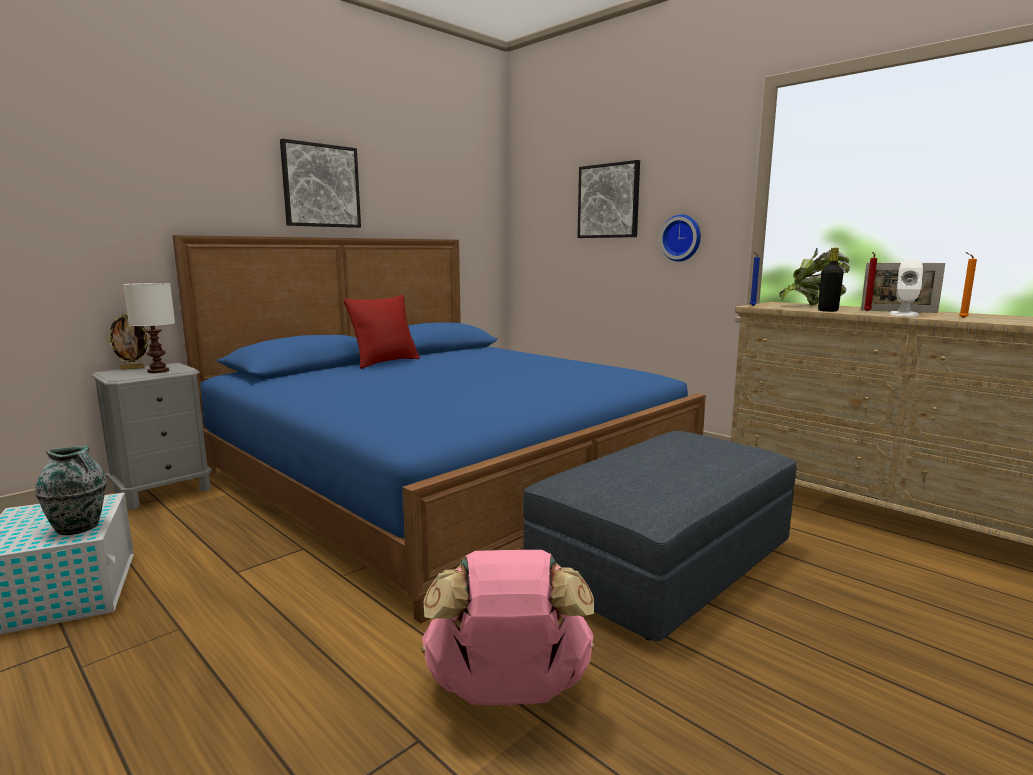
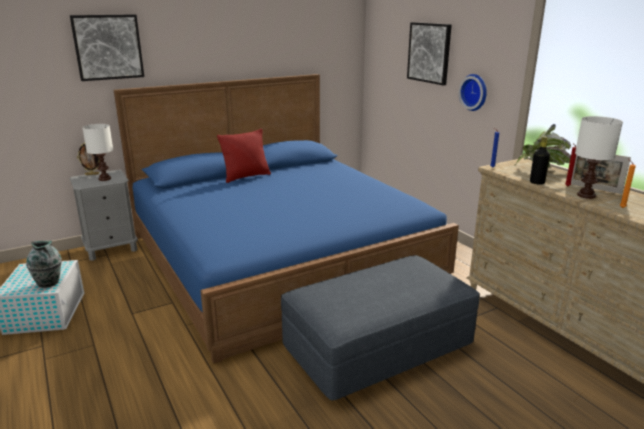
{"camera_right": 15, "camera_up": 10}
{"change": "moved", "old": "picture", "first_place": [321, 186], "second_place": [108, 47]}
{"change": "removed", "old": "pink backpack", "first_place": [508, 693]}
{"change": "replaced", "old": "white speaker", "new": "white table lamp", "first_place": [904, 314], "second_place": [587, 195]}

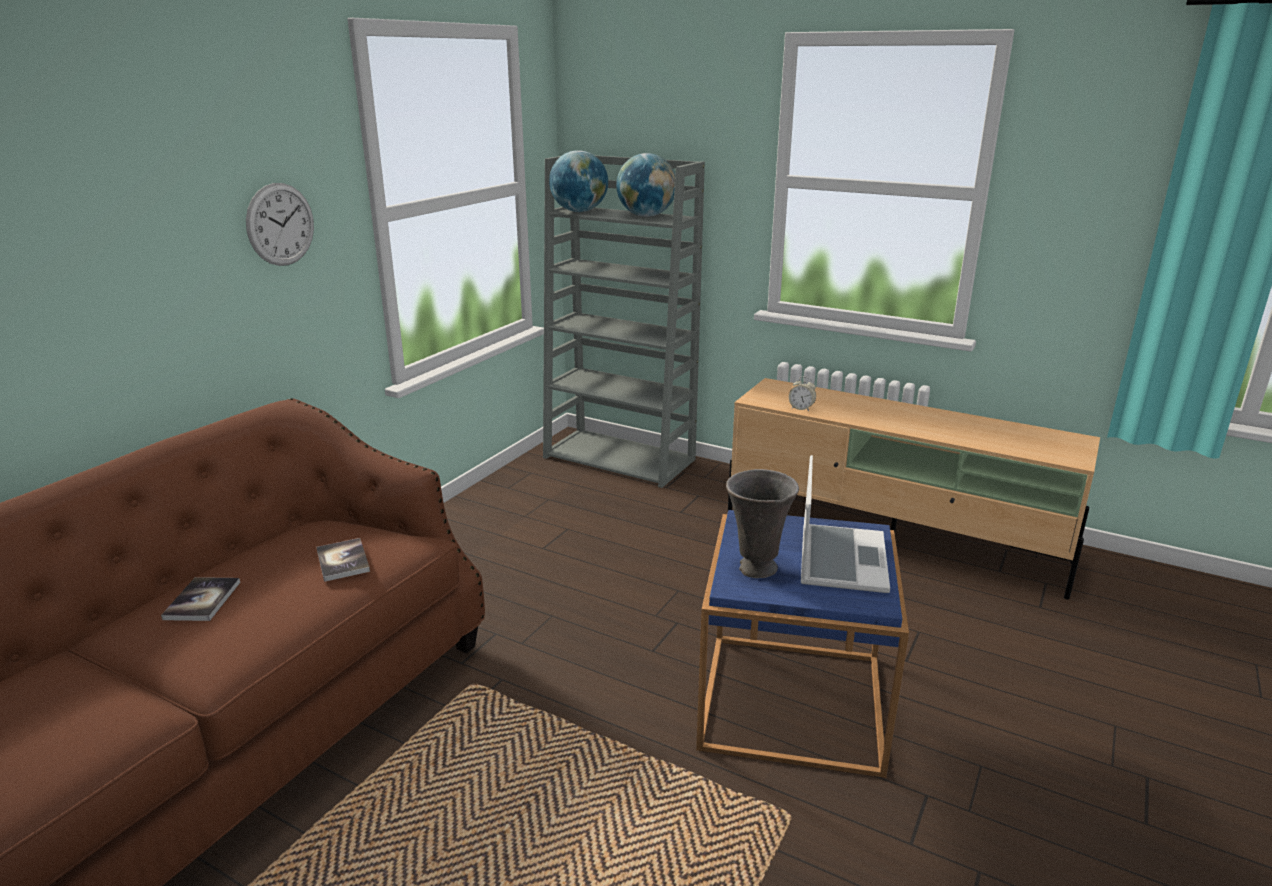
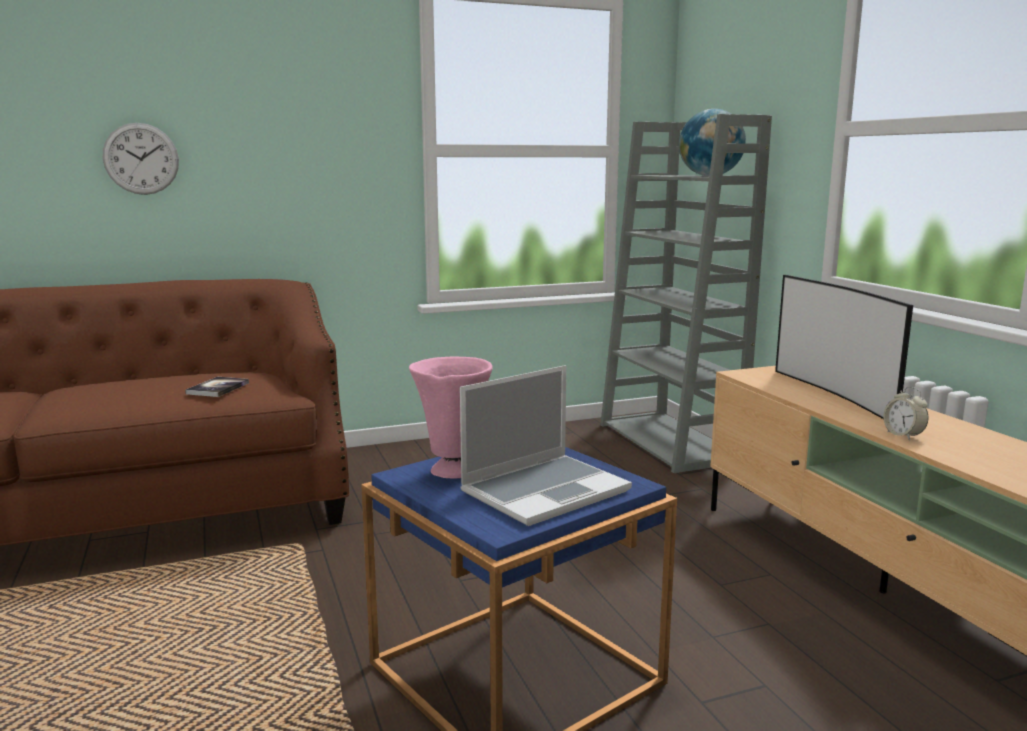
{"camera_right": 40, "camera_up": -10}
{"change": "removed", "old": "book", "first_place": [202, 600]}
{"change": "moved", "old": "wall clock", "first_place": [280, 224], "second_place": [141, 159]}
{"change": "removed", "old": "globe", "first_place": [579, 211]}
{"change": "recoloured", "old": "grey vase", "new": "pink vase", "first_place": [756, 569], "second_place": [452, 471]}
{"change": "moved", "old": "alarm clock", "first_place": [801, 408], "second_place": [903, 435]}
{"change": "added", "new": "television", "second_place": [836, 395]}

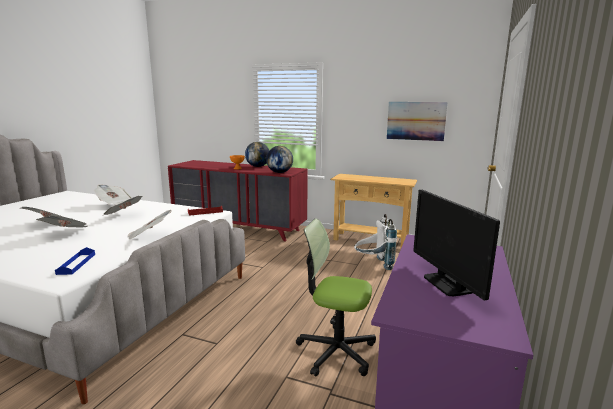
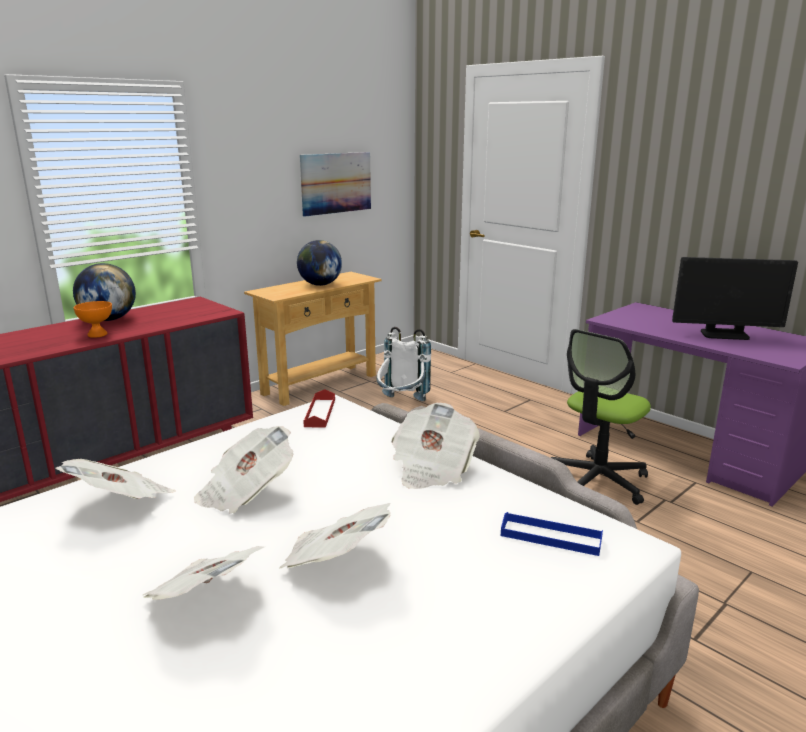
{"camera_right": -65, "camera_up": 5}
{"change": "moved", "old": "globe", "first_place": [279, 172], "second_place": [320, 285]}

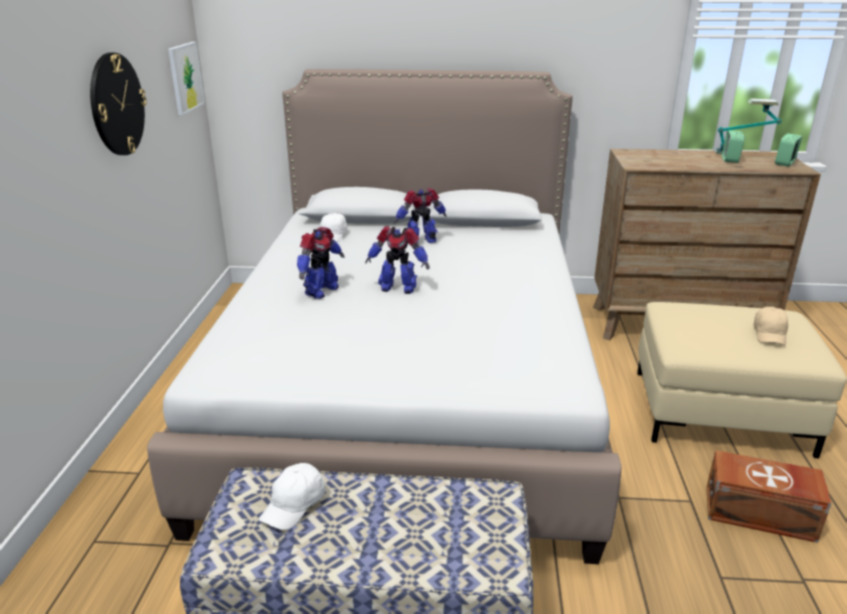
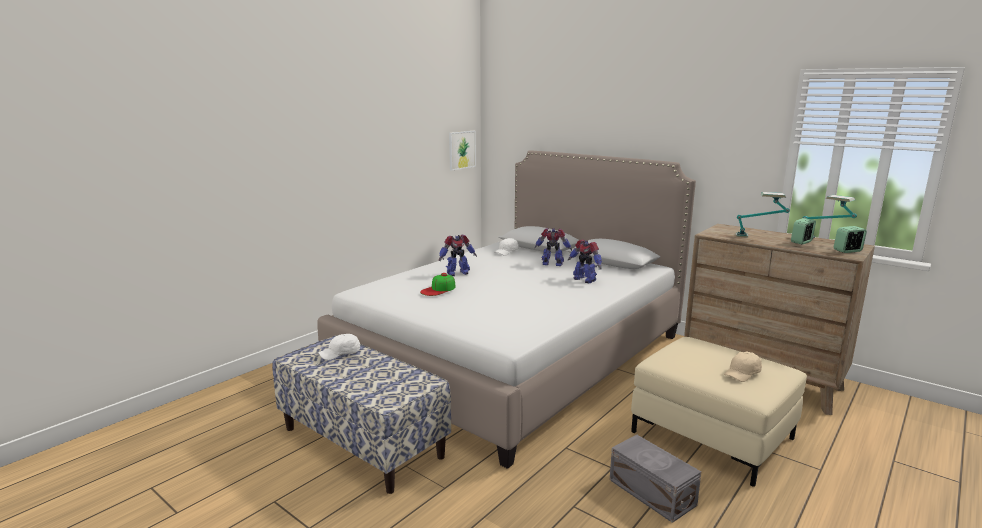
{"camera_right": 35, "camera_up": -10}
{"change": "removed", "old": "wall clock", "first_place": [117, 104]}
{"change": "moved", "old": "toy robot", "first_place": [397, 288], "second_place": [584, 279]}
{"change": "recoloured", "old": "brown storage box", "new": "grey storage box", "first_place": [761, 515], "second_place": [652, 493]}
{"change": "added", "new": "cap", "second_place": [438, 289]}
{"change": "added", "new": "table lamp", "second_place": [759, 237]}

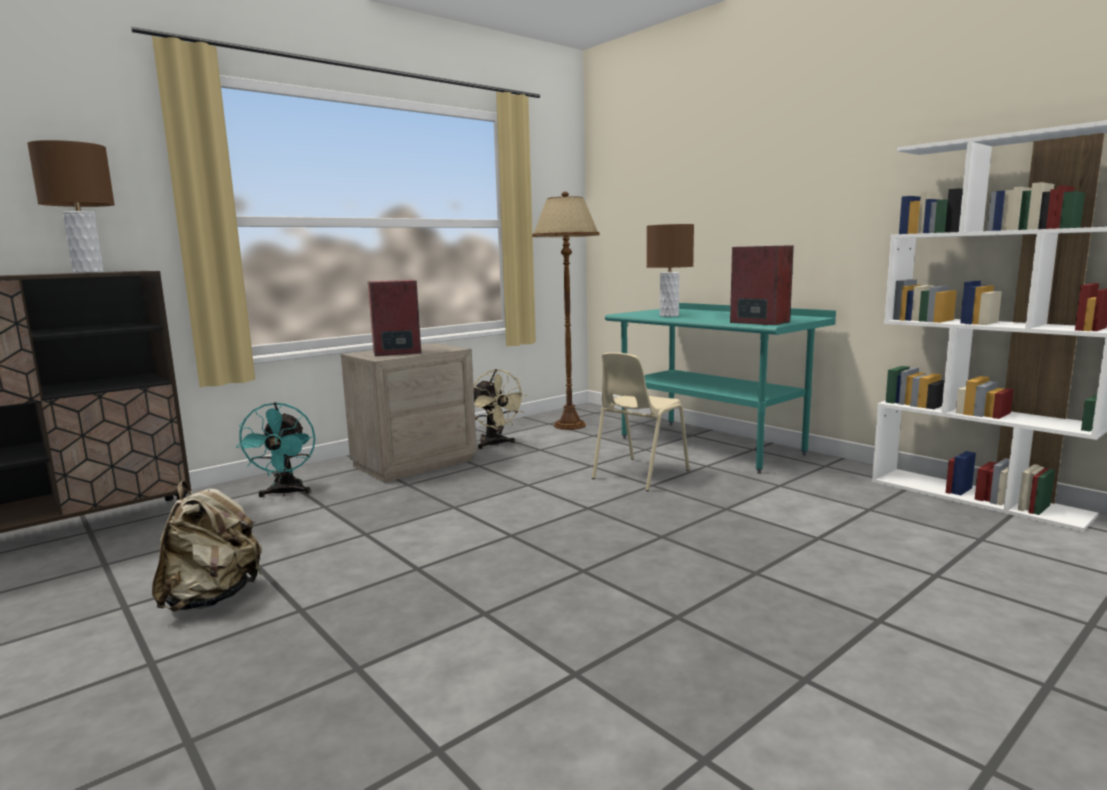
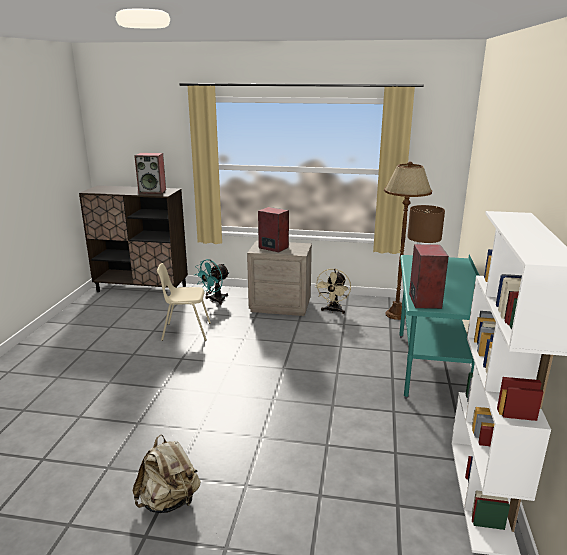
{"camera_right": 50, "camera_up": 10}
{"change": "replaced", "old": "brown table lamp", "new": "speaker", "first_place": [88, 272], "second_place": [153, 191]}
{"change": "moved", "old": "beige backpack", "first_place": [212, 598], "second_place": [169, 501]}
{"change": "moved", "old": "beige chair", "first_place": [639, 474], "second_place": [186, 332]}

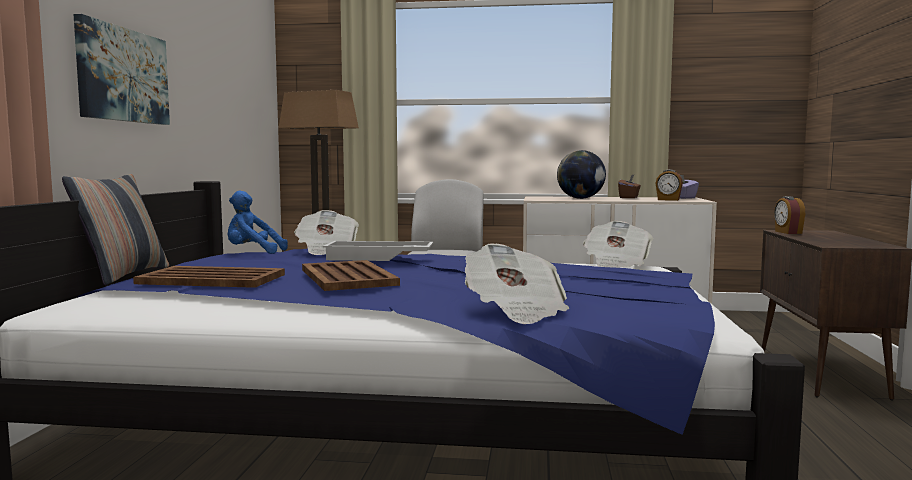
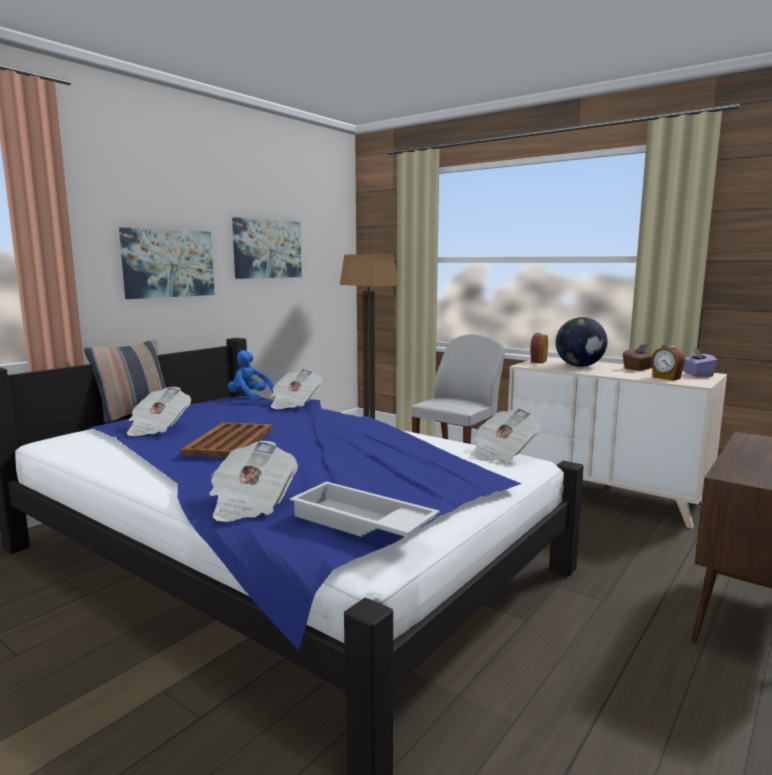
{"camera_right": 30, "camera_up": 5}
{"change": "replaced", "old": "brown tray", "new": "newspaper", "first_place": [213, 279], "second_place": [158, 428]}
{"change": "moved", "old": "white tray", "first_place": [378, 258], "second_place": [360, 523]}
{"change": "moved", "old": "alarm clock", "first_place": [787, 232], "second_place": [538, 361]}
{"change": "added", "new": "picture", "second_place": [267, 249]}

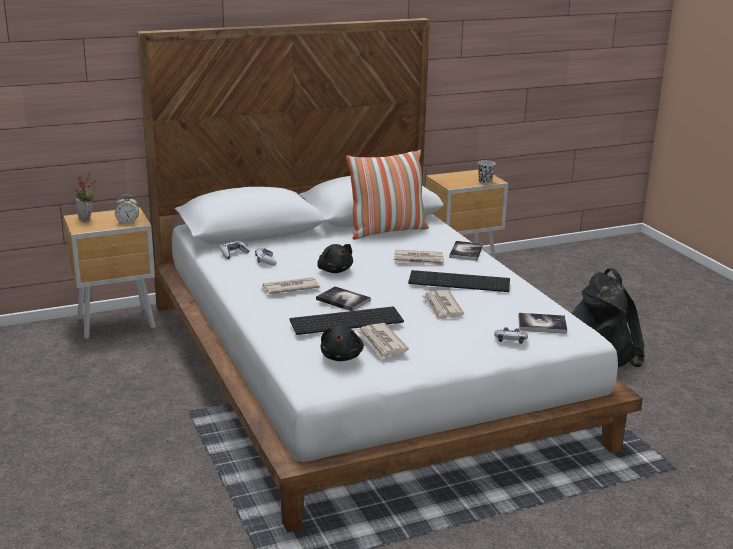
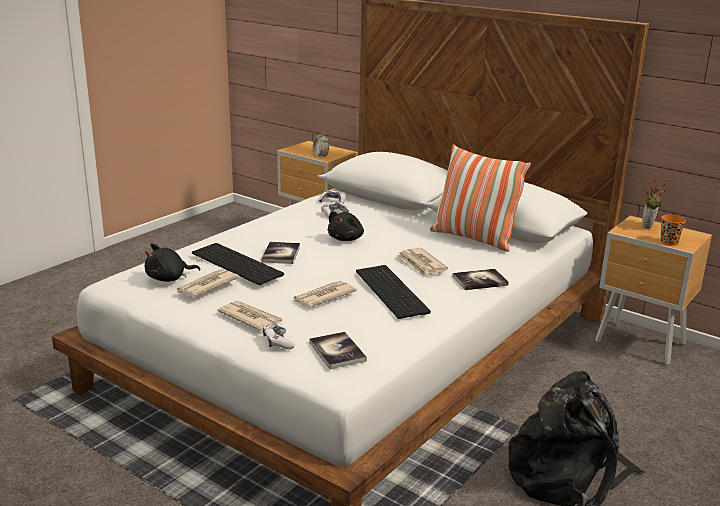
{"camera_right": 60, "camera_up": 0}
{"change": "moved", "old": "potted plant", "first_place": [87, 219], "second_place": [649, 227]}
{"change": "moved", "old": "newspaper", "first_place": [289, 288], "second_place": [250, 318]}
{"change": "recoloured", "old": "black cup", "new": "orange cup", "first_place": [485, 182], "second_place": [669, 242]}

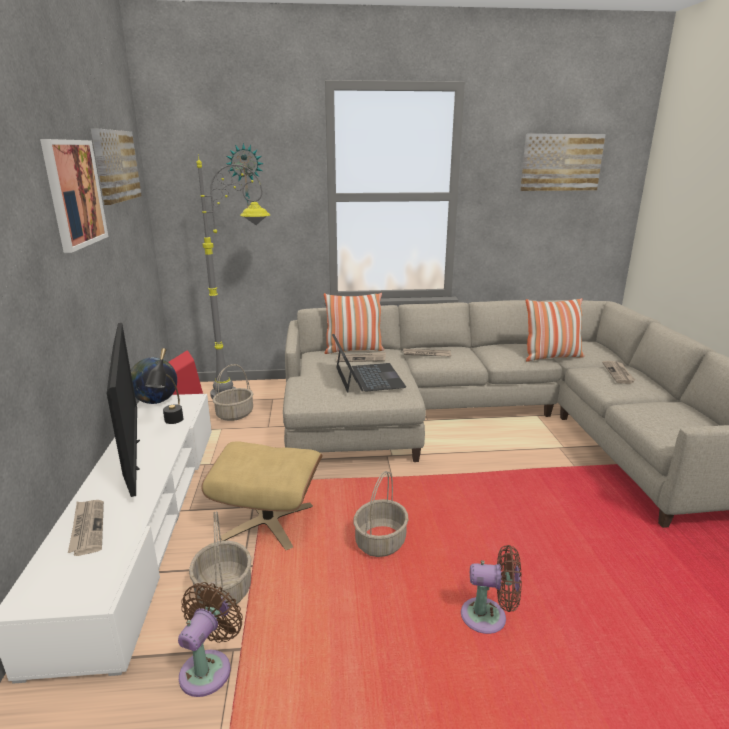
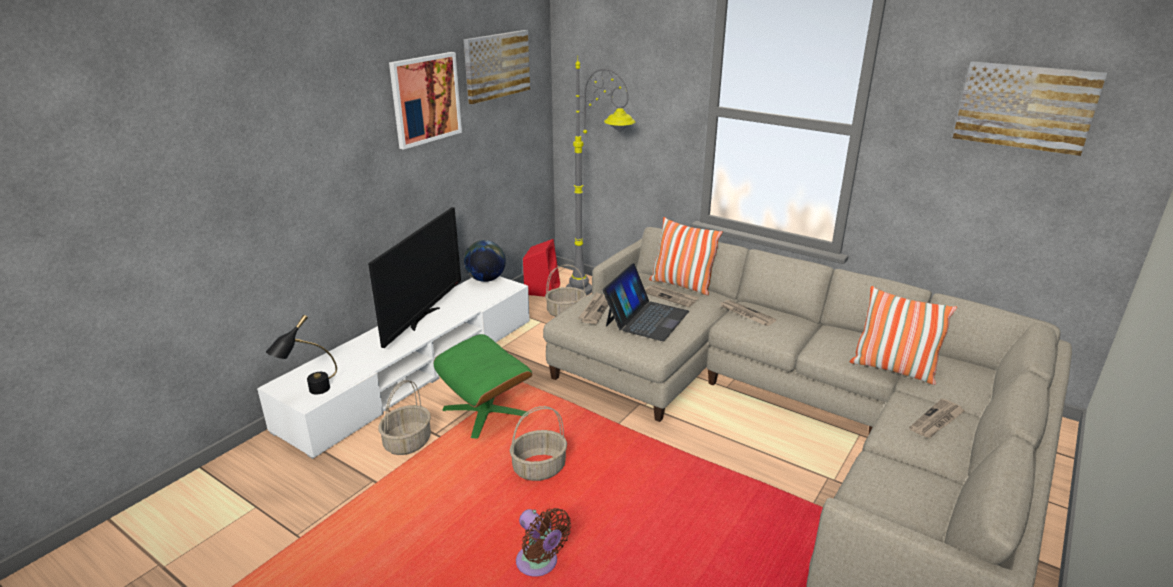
{"camera_right": 40, "camera_up": 5}
{"change": "moved", "old": "newspaper", "first_place": [87, 528], "second_place": [595, 309]}
{"change": "moved", "old": "black table lamp", "first_place": [170, 424], "second_place": [310, 393]}
{"change": "removed", "old": "brown fan", "first_place": [209, 668]}
{"change": "recoloured", "old": "beige ottoman", "new": "green ottoman", "first_place": [268, 521], "second_place": [486, 411]}
{"change": "removed", "old": "wall clock", "first_place": [246, 179]}

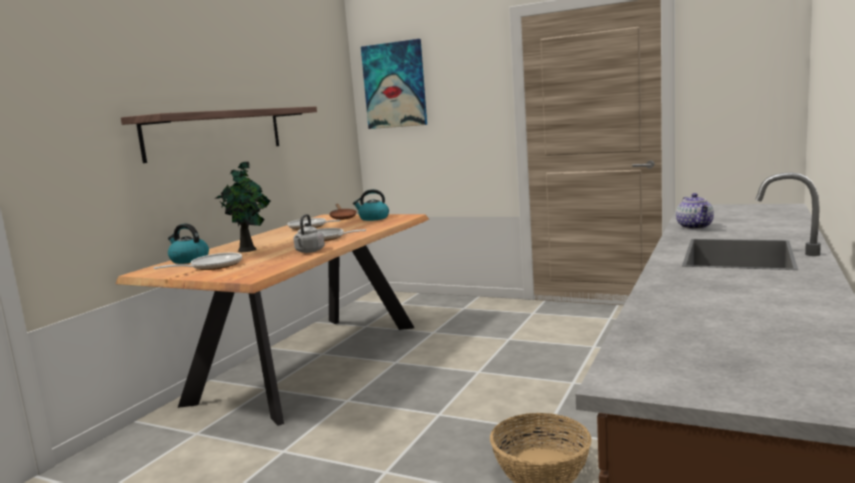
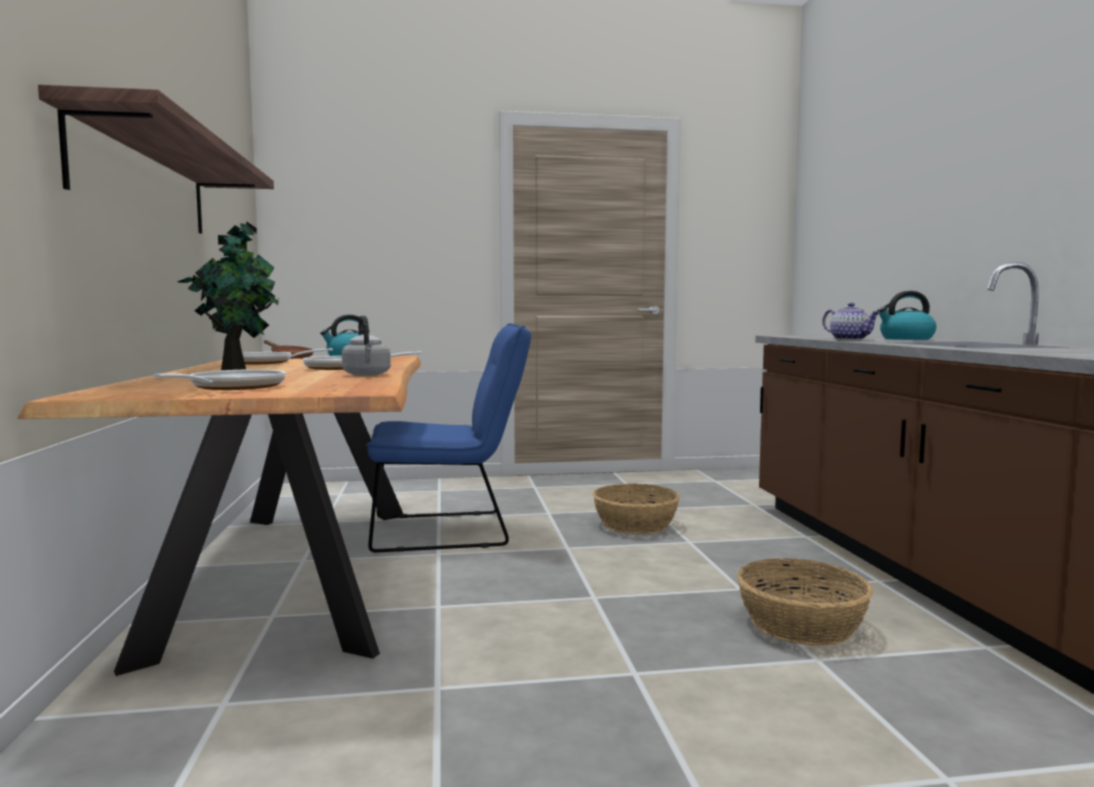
{"camera_right": -35, "camera_up": -5}
{"change": "moved", "old": "kettle", "first_place": [189, 260], "second_place": [906, 339]}
{"change": "removed", "old": "picture", "first_place": [394, 85]}
{"change": "added", "new": "blue chair", "second_place": [451, 531]}
{"change": "added", "new": "basket", "second_place": [635, 524]}

